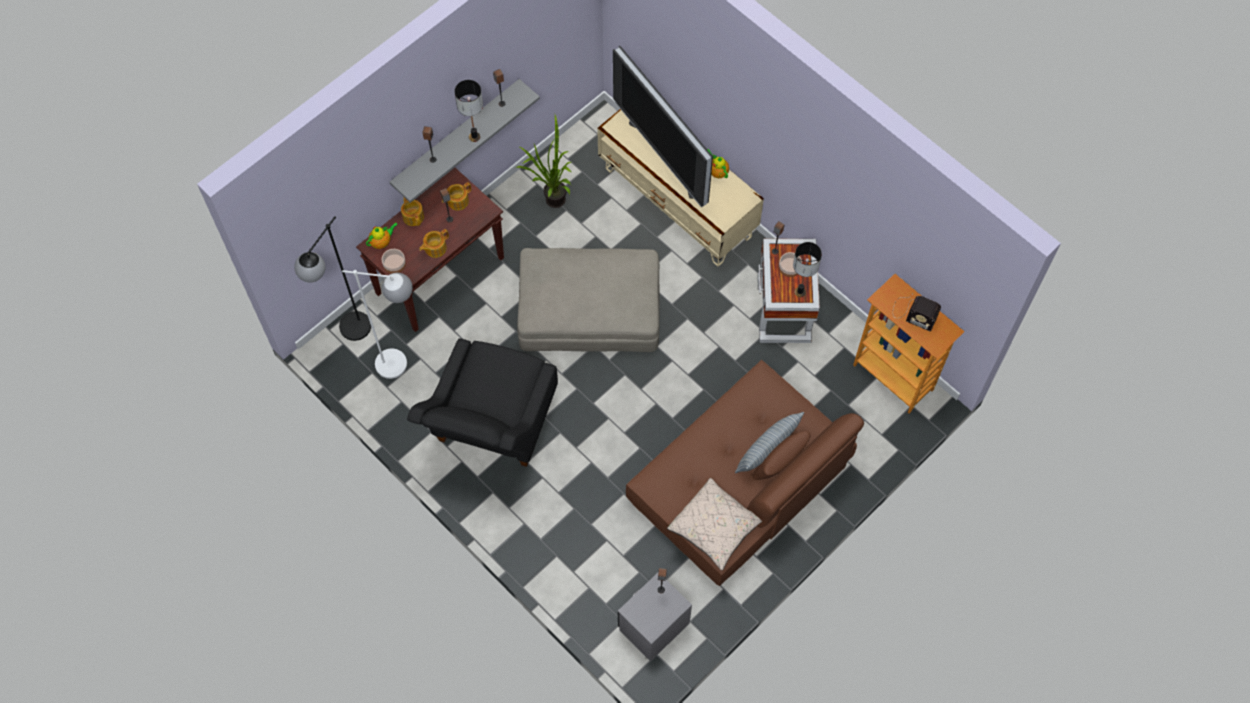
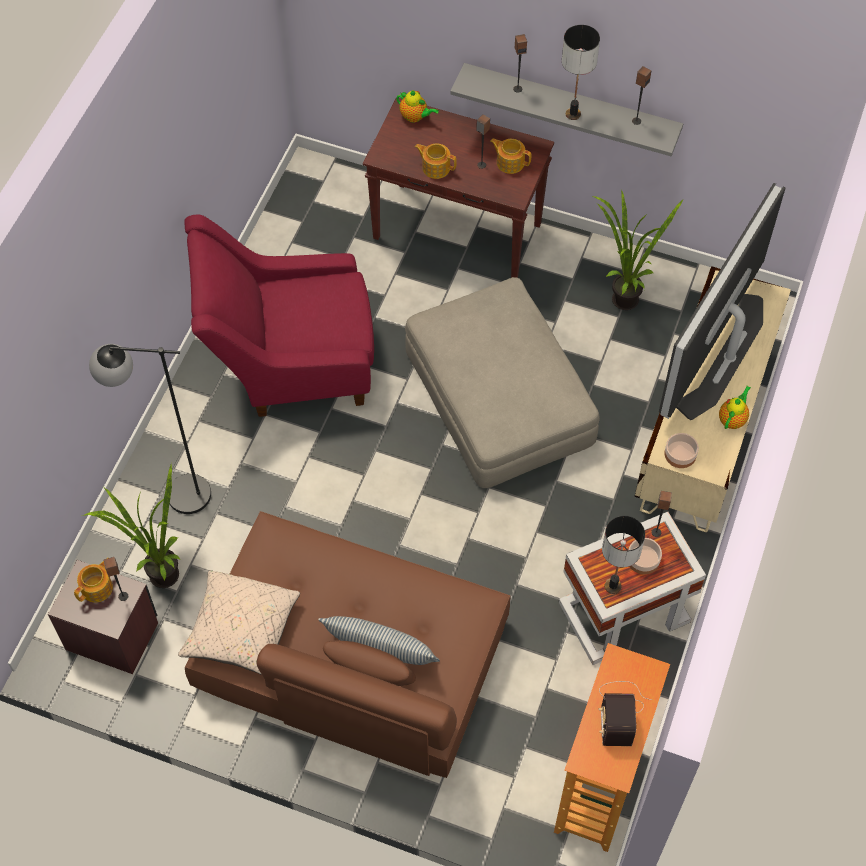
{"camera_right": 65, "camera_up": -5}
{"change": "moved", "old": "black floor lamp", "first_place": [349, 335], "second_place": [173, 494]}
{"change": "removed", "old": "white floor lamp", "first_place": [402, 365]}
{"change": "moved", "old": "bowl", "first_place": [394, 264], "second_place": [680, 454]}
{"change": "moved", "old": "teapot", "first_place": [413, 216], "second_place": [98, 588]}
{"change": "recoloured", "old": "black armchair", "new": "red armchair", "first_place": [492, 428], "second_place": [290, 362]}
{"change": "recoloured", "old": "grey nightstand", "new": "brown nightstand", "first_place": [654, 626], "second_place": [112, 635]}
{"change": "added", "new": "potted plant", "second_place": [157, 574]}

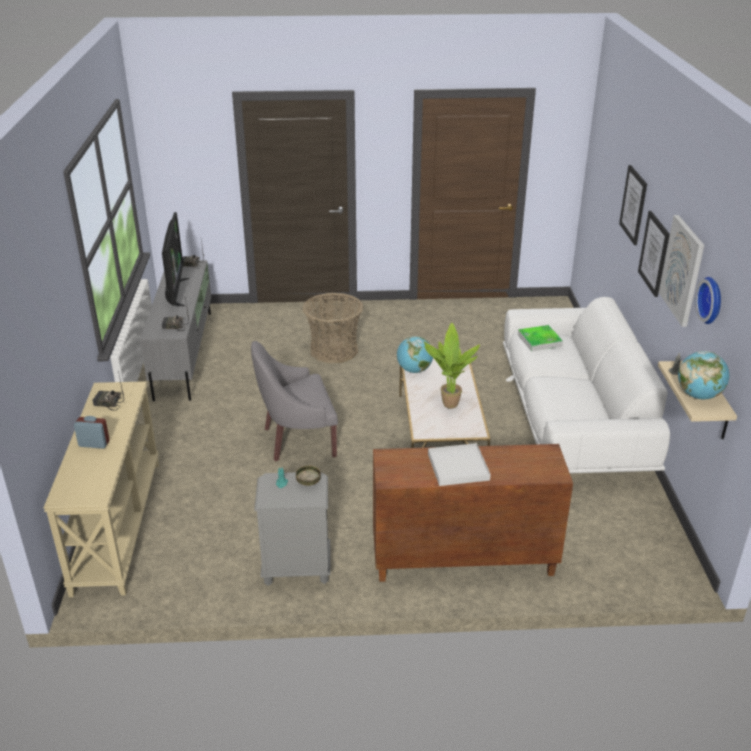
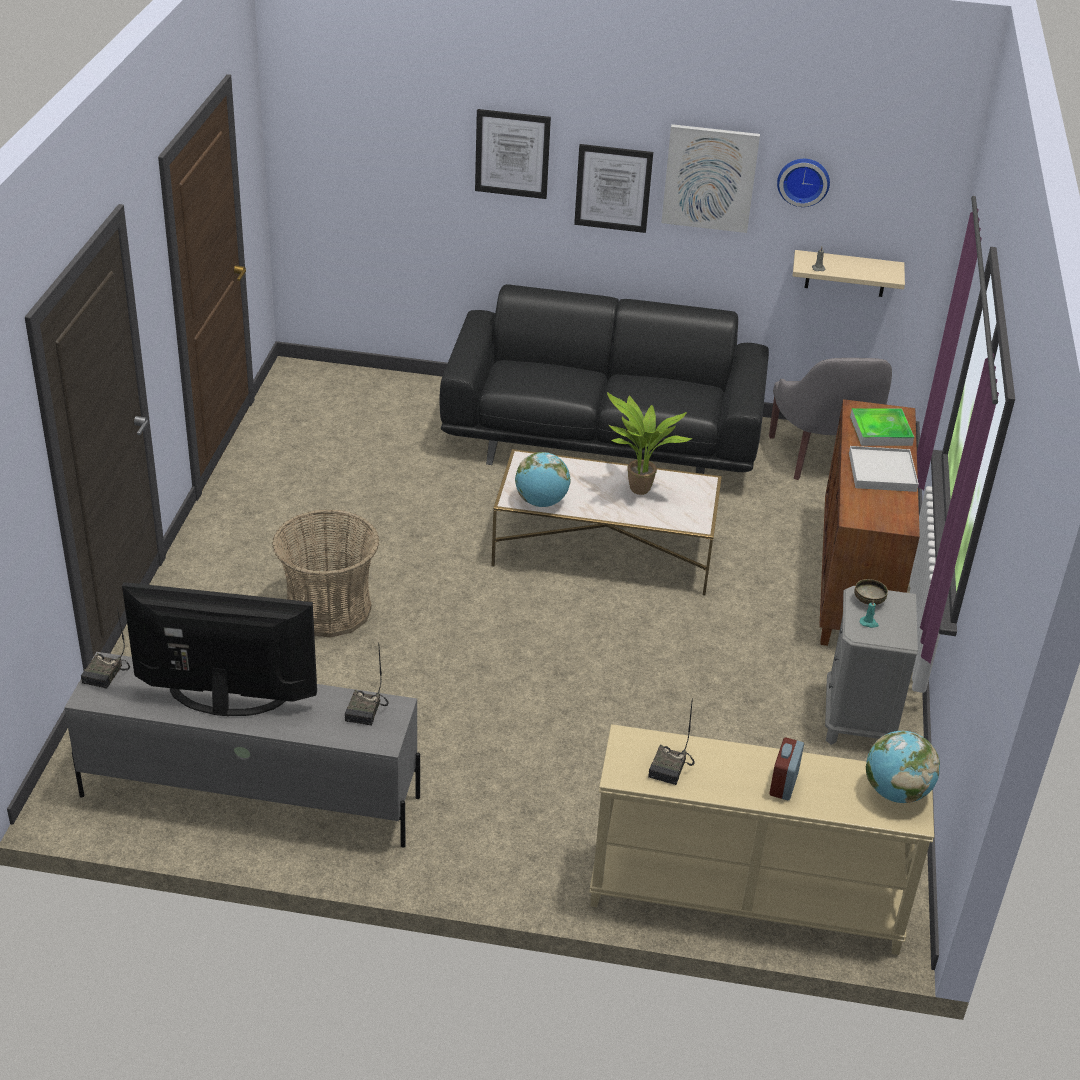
{"camera_right": -80, "camera_up": 5}
{"change": "moved", "old": "grey armchair", "first_place": [297, 439], "second_place": [824, 458]}
{"change": "recoloured", "old": "white sofa", "new": "black sofa", "first_place": [572, 421], "second_place": [603, 438]}
{"change": "moved", "old": "tray", "first_place": [539, 340], "second_place": [880, 431]}
{"change": "moved", "old": "globe", "first_place": [698, 395], "second_place": [896, 792]}

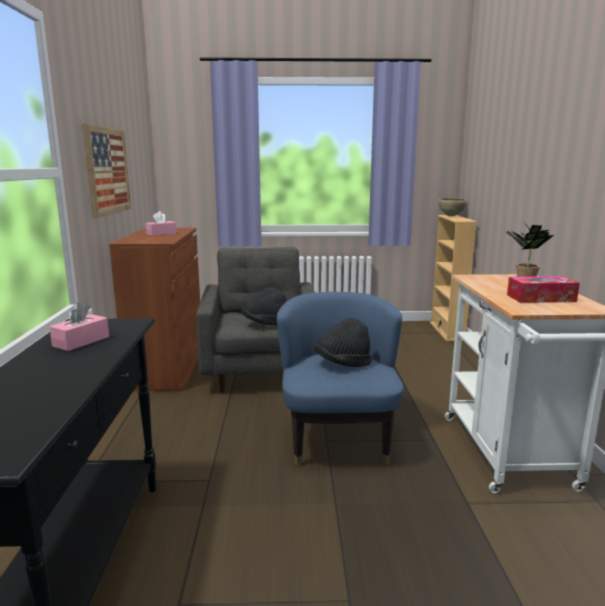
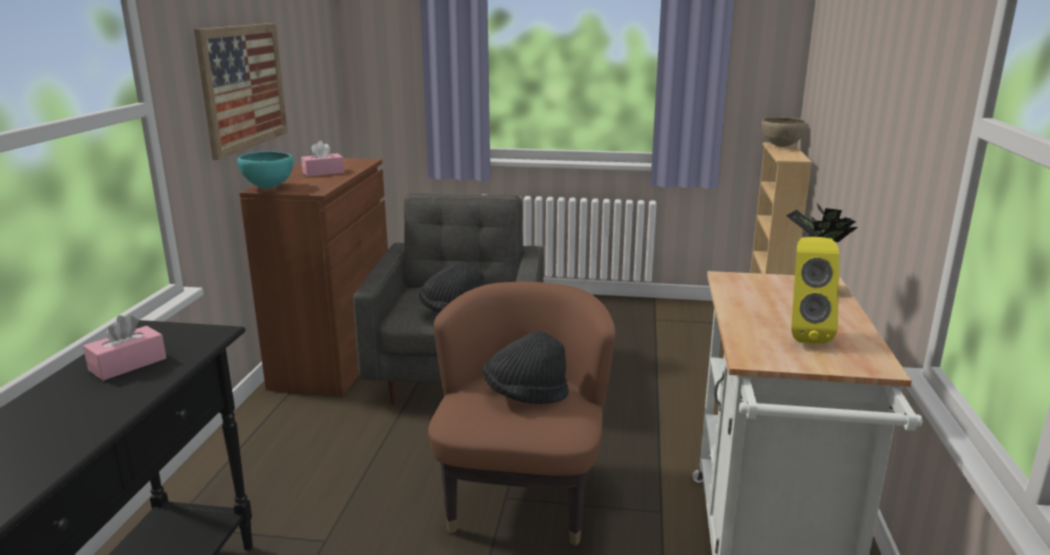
{"camera_right": 10, "camera_up": 5}
{"change": "recoloured", "old": "blue armchair", "new": "brown armchair", "first_place": [337, 438], "second_place": [522, 495]}
{"change": "replaced", "old": "tissue box", "new": "yellow speaker", "first_place": [541, 298], "second_place": [804, 335]}
{"change": "added", "new": "turquoise bowl", "second_place": [268, 188]}

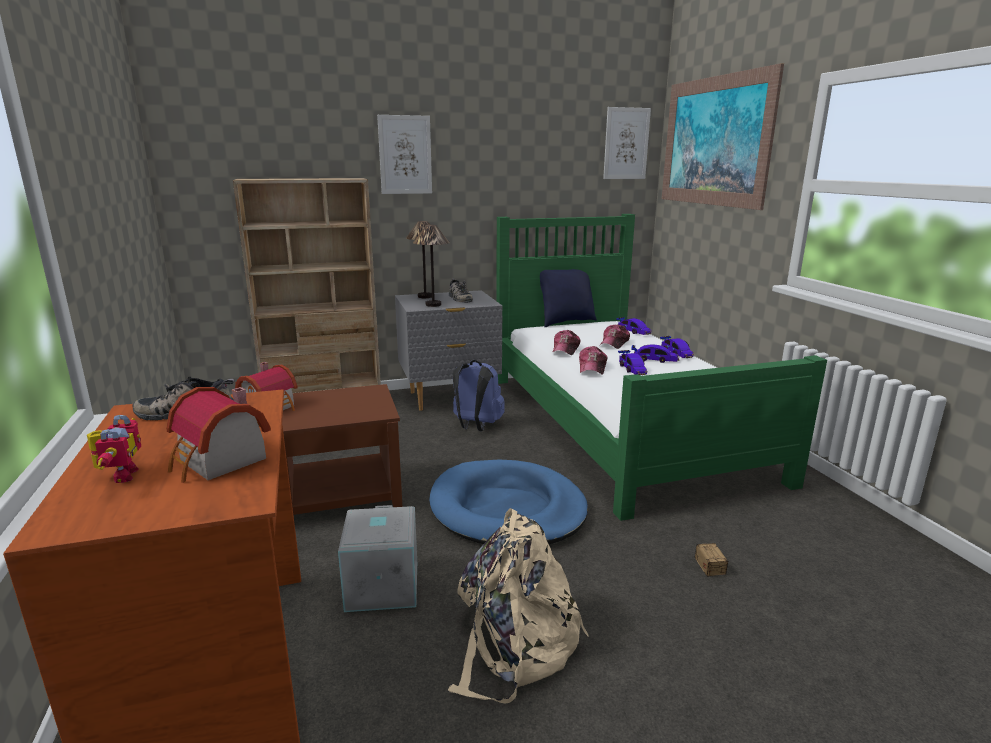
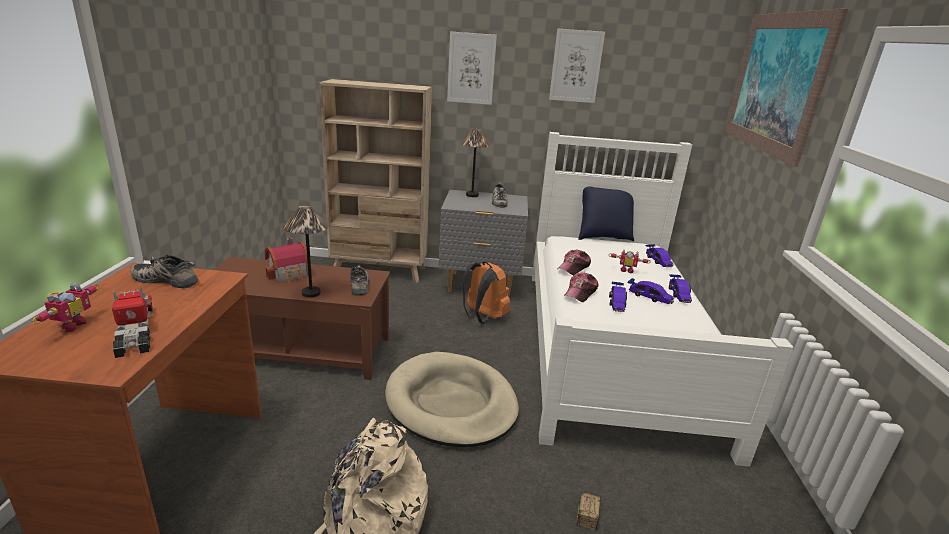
{"camera_right": 20, "camera_up": 5}
{"change": "replaced", "old": "toy house", "new": "toy truck", "first_place": [219, 462], "second_place": [135, 331]}
{"change": "removed", "old": "grey storage box", "first_place": [381, 585]}
{"change": "moved", "old": "table lamp", "first_place": [433, 304], "second_place": [311, 293]}
{"change": "recoloured", "old": "blue dog bed", "new": "beige dog bed", "first_place": [507, 509], "second_place": [451, 403]}
{"change": "recoloured", "old": "blue backpack", "new": "orange backpack", "first_place": [476, 426], "second_place": [483, 317]}
{"change": "recoloured", "old": "green bed", "new": "white bed", "first_place": [618, 423], "second_place": [612, 346]}
{"change": "replaced", "old": "cap", "new": "toy robot", "first_place": [614, 343], "second_place": [626, 270]}
{"change": "moved", "old": "picture", "first_place": [626, 143], "second_place": [576, 66]}
{"change": "added", "new": "shoe", "second_place": [360, 284]}

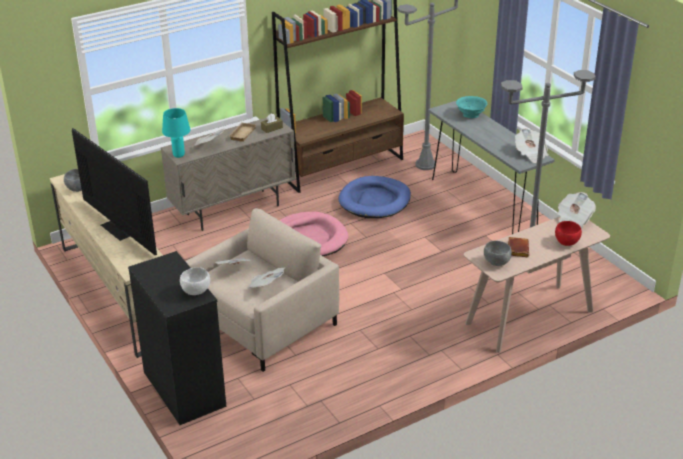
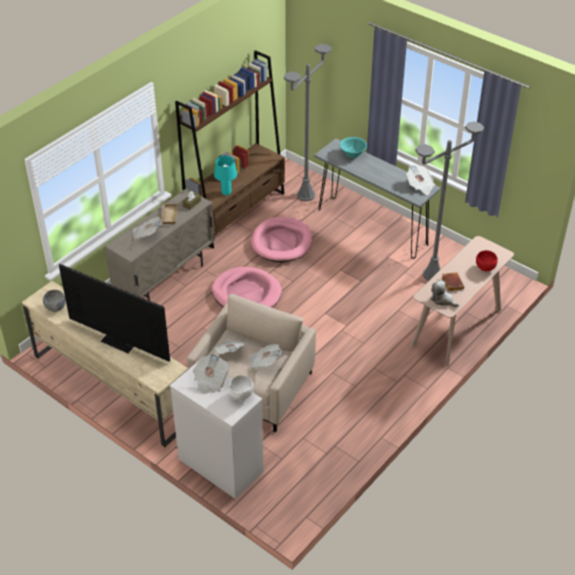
{"camera_right": -20, "camera_up": 10}
{"change": "recoloured", "old": "black dresser", "new": "white dresser", "first_place": [183, 388], "second_place": [220, 465]}
{"change": "moved", "old": "turquoise table lamp", "first_place": [179, 155], "second_place": [226, 192]}
{"change": "recoloured", "old": "blue dog bed", "new": "pink dog bed", "first_place": [375, 200], "second_place": [282, 242]}
{"change": "replaced", "old": "grey bowl", "new": "plush toy", "first_place": [496, 263], "second_place": [442, 300]}
{"change": "moved", "old": "newspaper", "first_place": [573, 220], "second_place": [210, 381]}

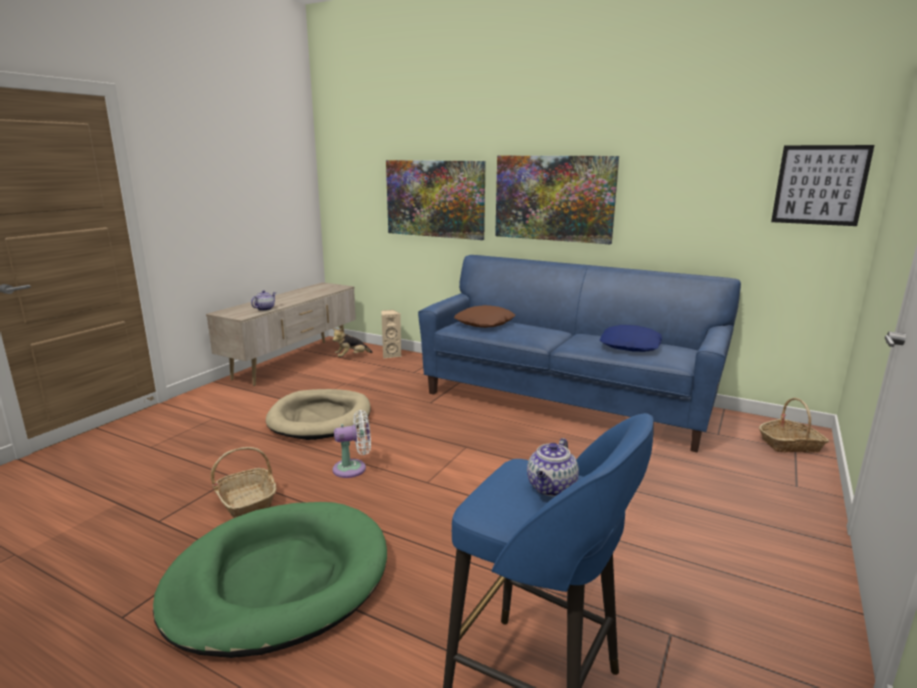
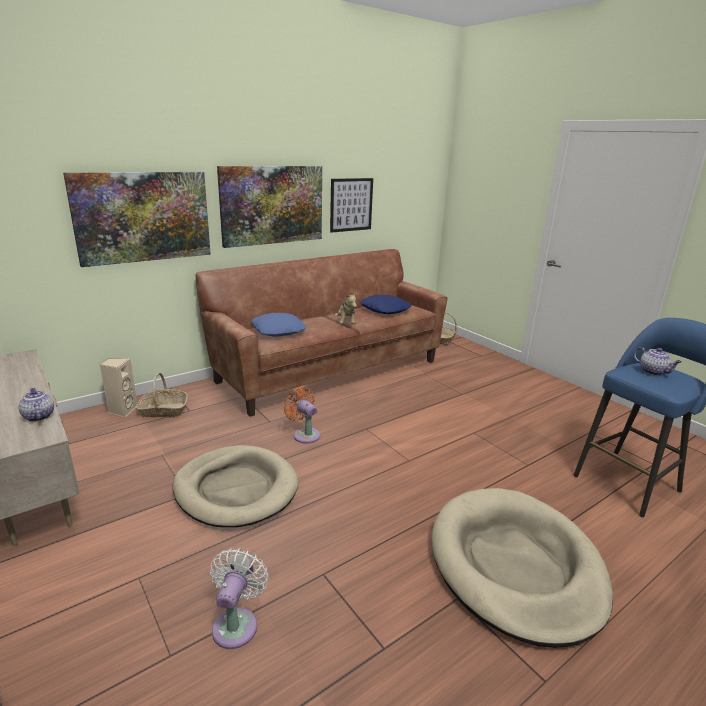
{"camera_right": -65, "camera_up": 5}
{"change": "recoloured", "old": "green dog bed", "new": "beige dog bed", "first_place": [278, 581], "second_place": [515, 565]}
{"change": "moved", "old": "basket", "first_place": [247, 500], "second_place": [163, 410]}
{"change": "moved", "old": "plush toy", "first_place": [351, 357], "second_place": [346, 323]}
{"change": "moved", "old": "white fan", "first_place": [353, 468], "second_place": [237, 623]}
{"change": "recoloured", "old": "blue sofa", "new": "brown sofa", "first_place": [564, 401], "second_place": [330, 371]}
{"change": "recoloured", "old": "brown pillow", "new": "blue pillow", "first_place": [485, 323], "second_place": [278, 330]}
{"change": "moved", "old": "picture", "first_place": [820, 185], "second_place": [351, 205]}
{"change": "added", "new": "orange fan", "second_place": [305, 434]}

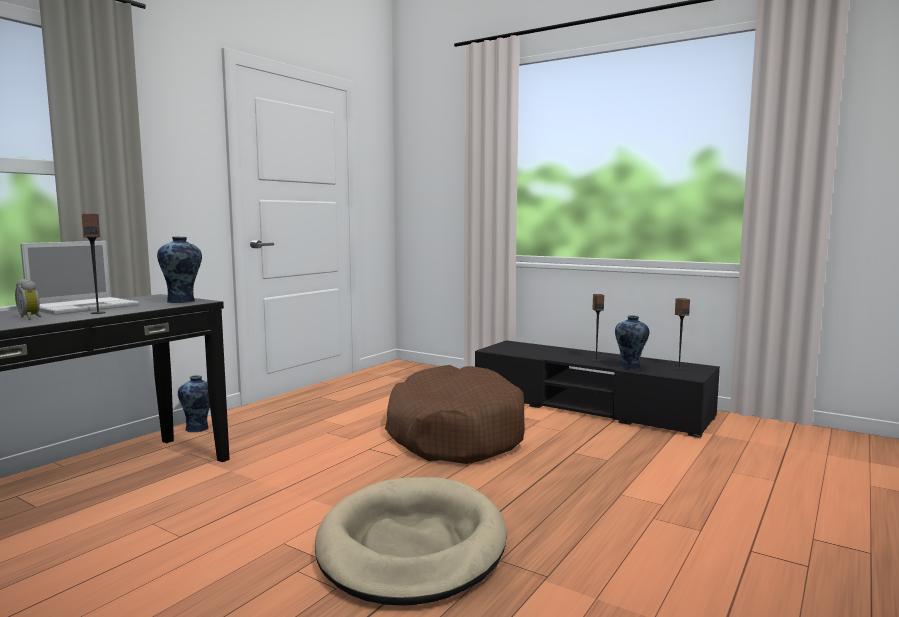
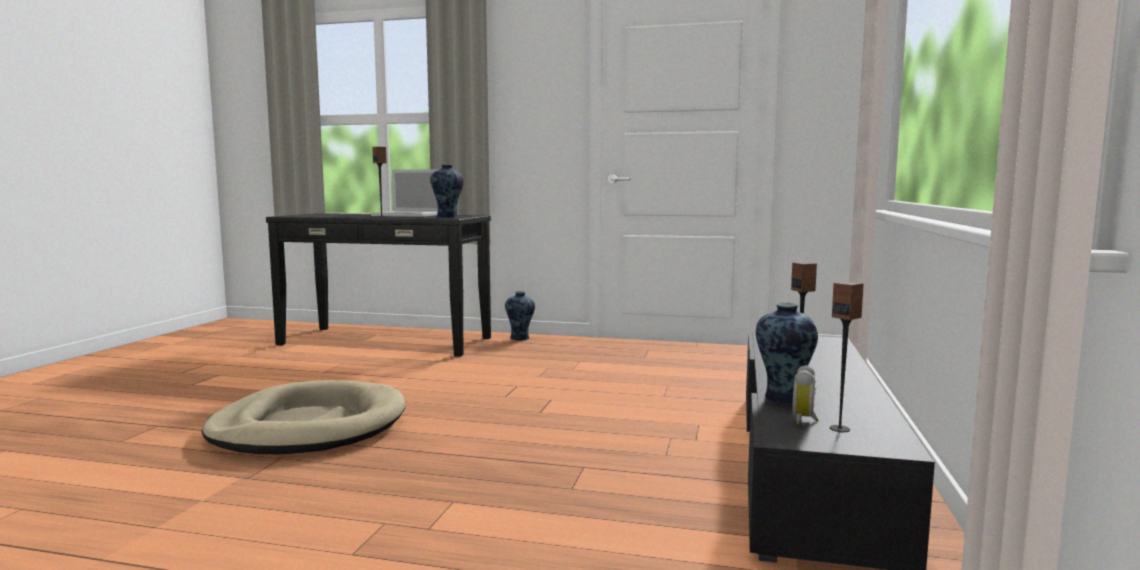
{"camera_right": 70, "camera_up": 0}
{"change": "moved", "old": "alarm clock", "first_place": [31, 318], "second_place": [805, 420]}
{"change": "removed", "old": "brown dog bed", "first_place": [454, 434]}

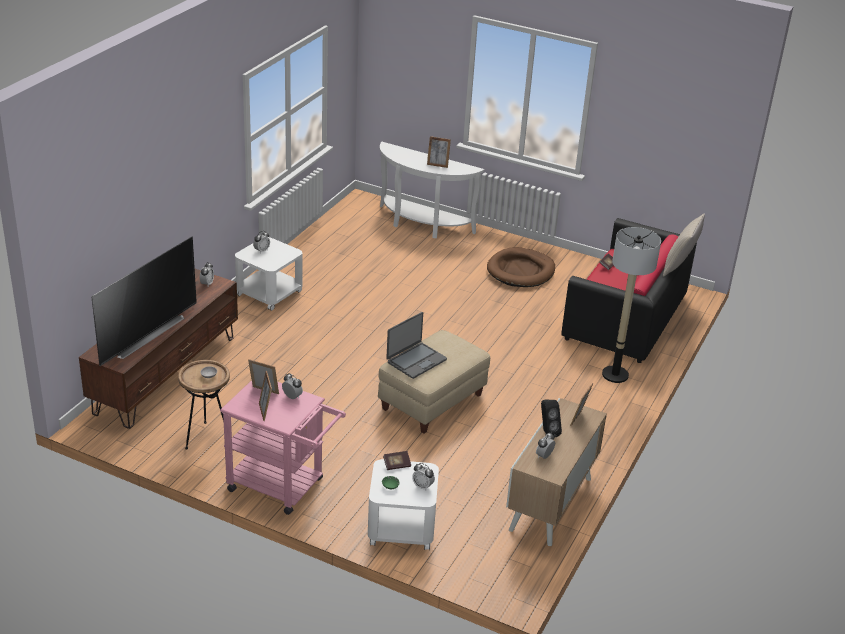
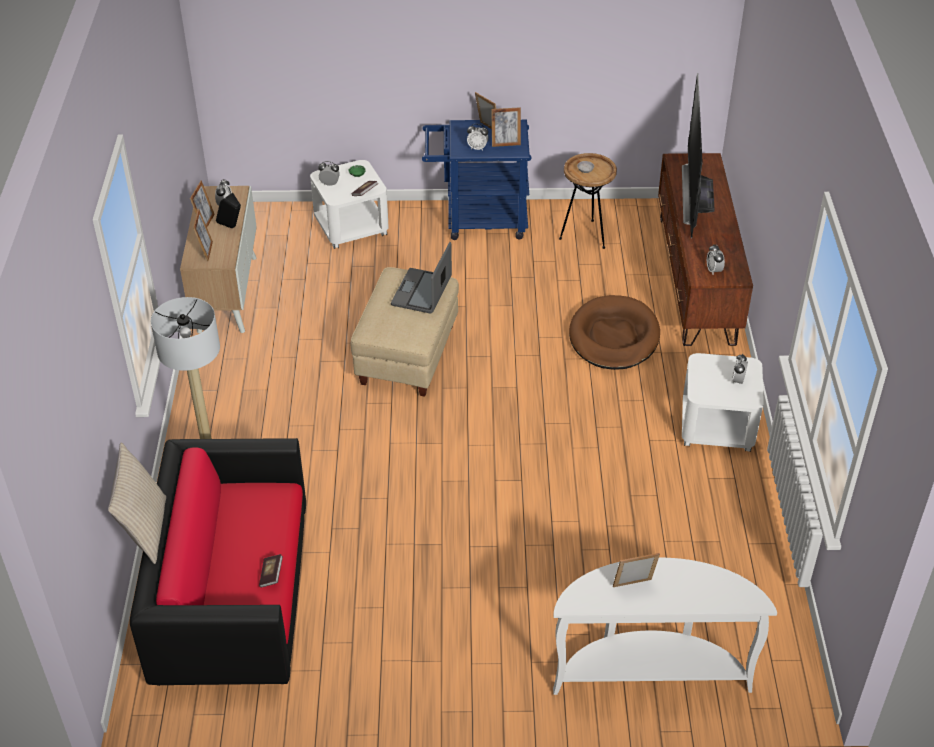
{"camera_right": 155, "camera_up": 10}
{"change": "recoloured", "old": "pink cart", "new": "blue cart", "first_place": [283, 487], "second_place": [478, 221]}
{"change": "moved", "old": "brown dog bed", "first_place": [521, 271], "second_place": [613, 337]}
{"change": "added", "new": "picture frame", "second_place": [205, 222]}

